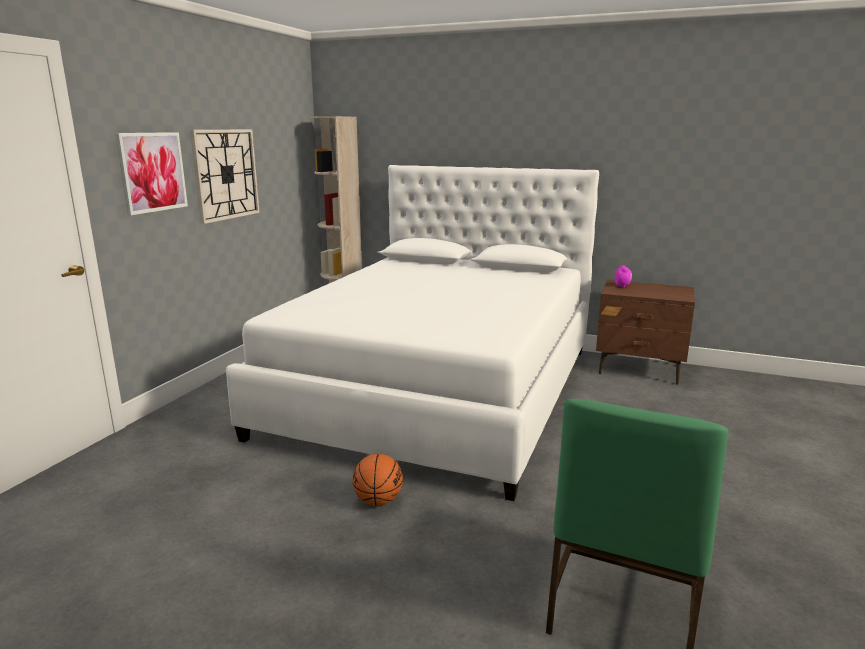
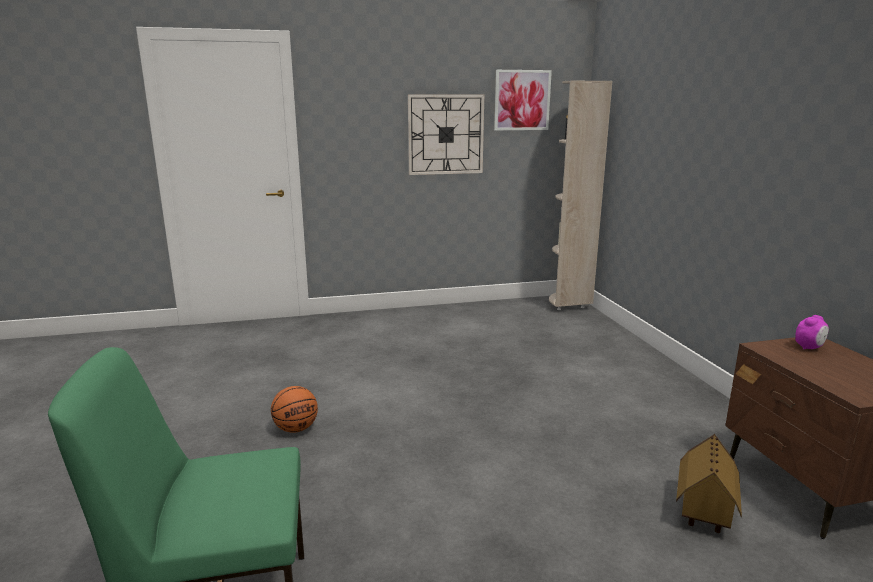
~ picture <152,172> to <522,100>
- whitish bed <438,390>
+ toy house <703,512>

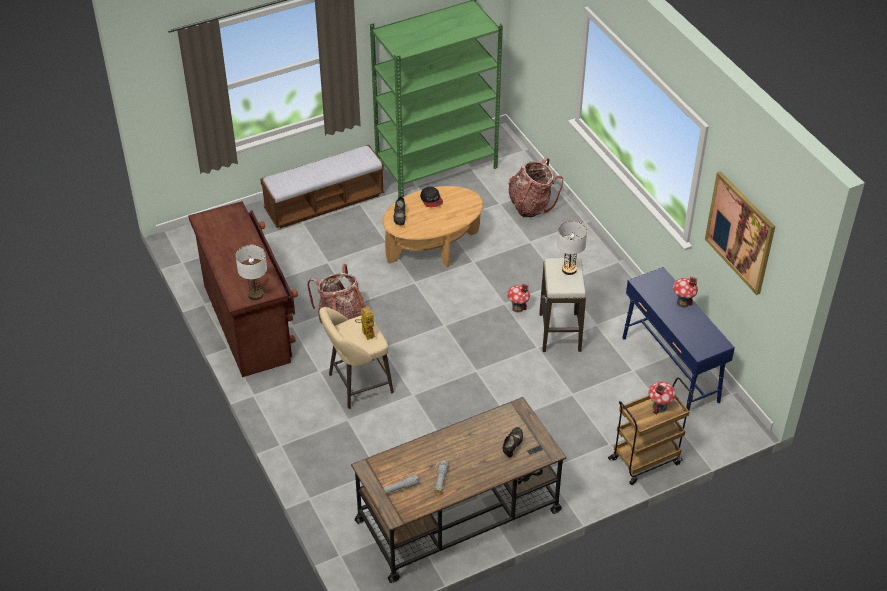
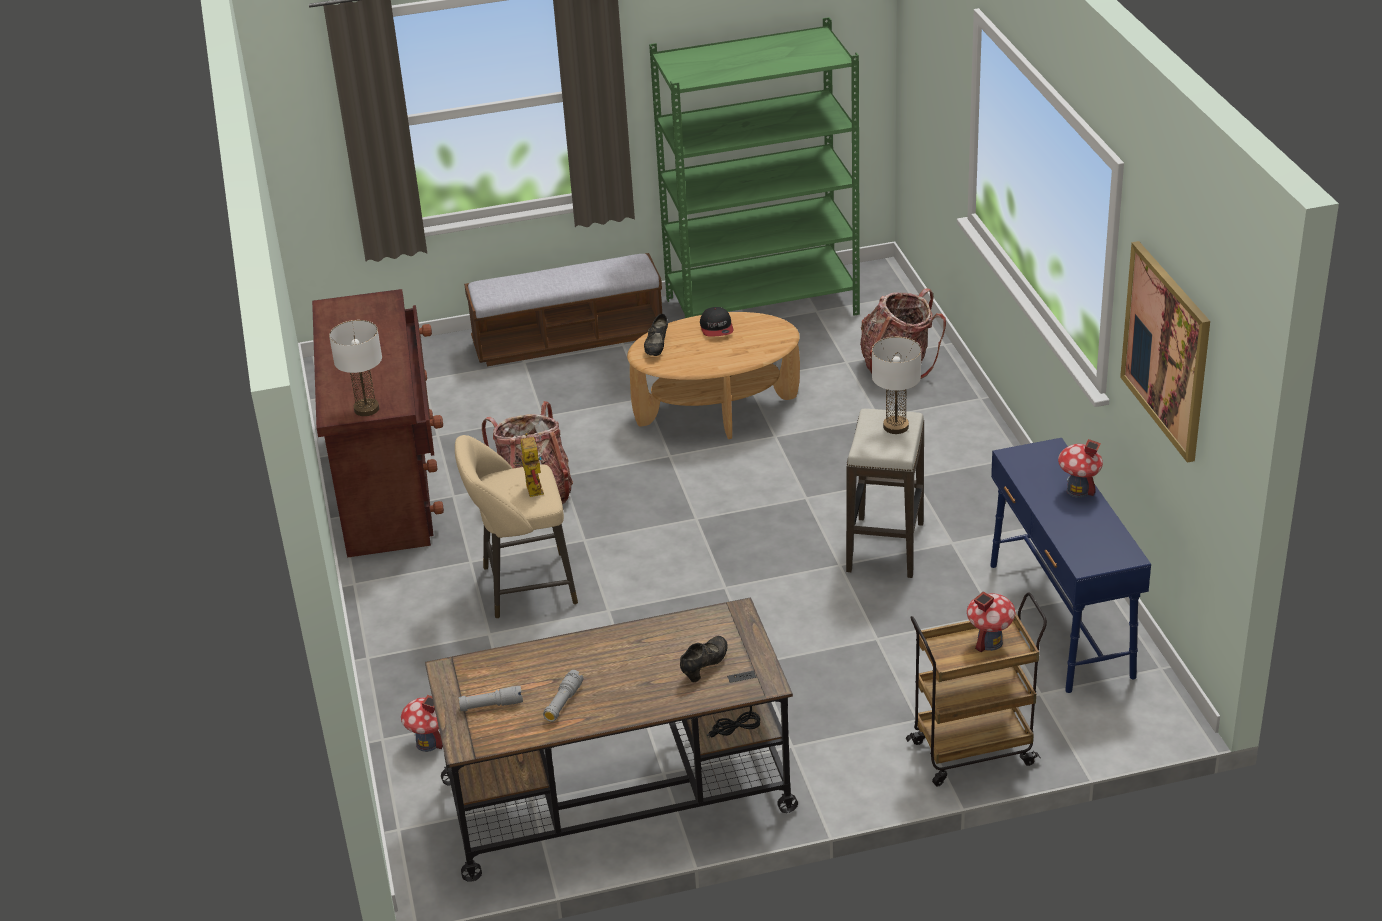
~ toy house <518,308> to <428,743>

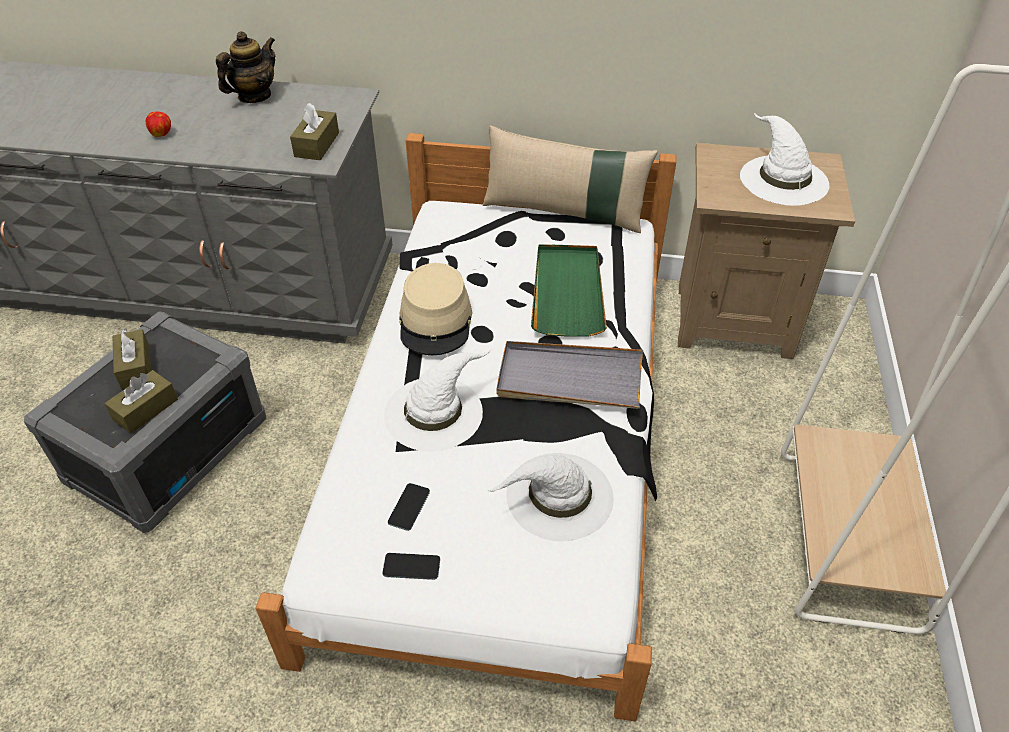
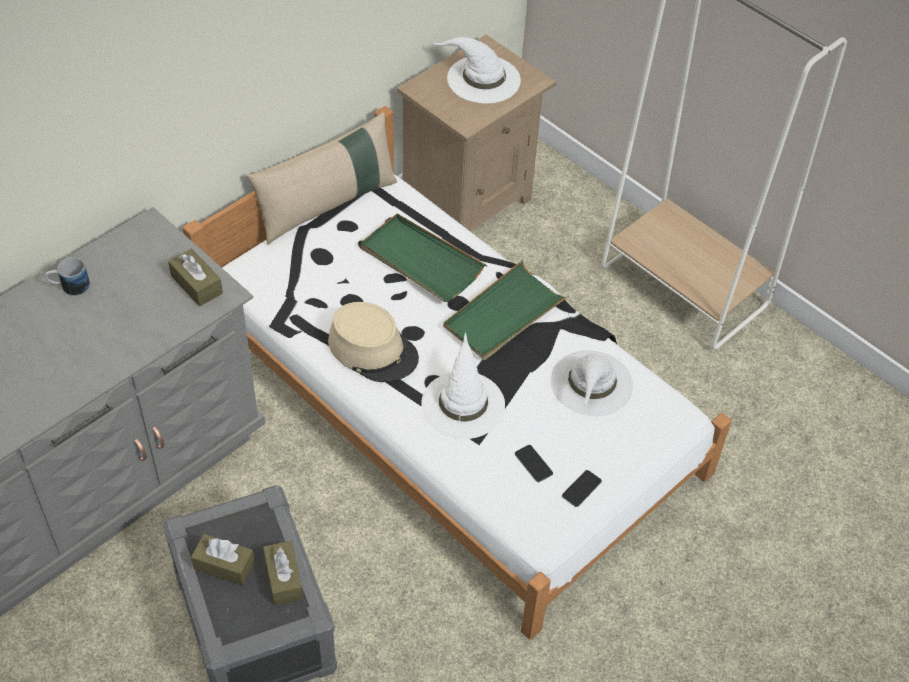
~ tea pot <254,96> to tea mug <69,286>
- apple fruit <162,134>
~ grey tray <569,379> to green tray <503,315>

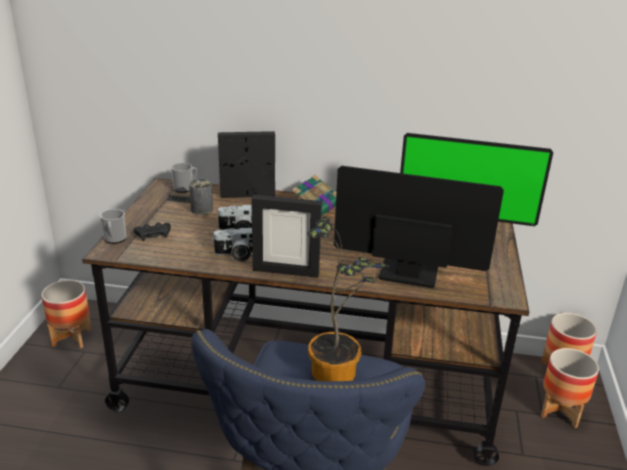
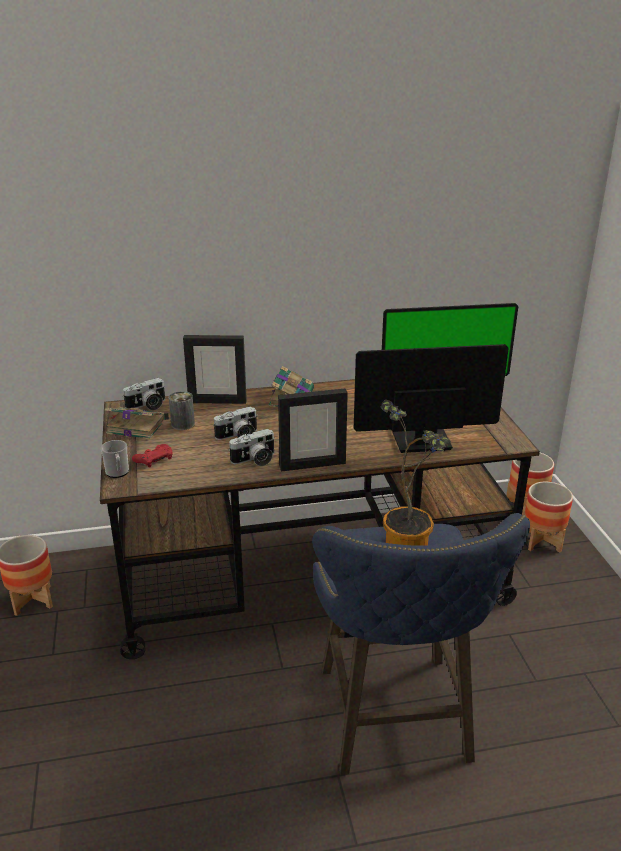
~ standing frame <247,196> = <217,401> 150 degrees counterclockwise
~ tea mug <185,188> to still camera <147,406>
~ black gamepad <153,235> to red gamepad <154,459>
+ bound book <134,427>

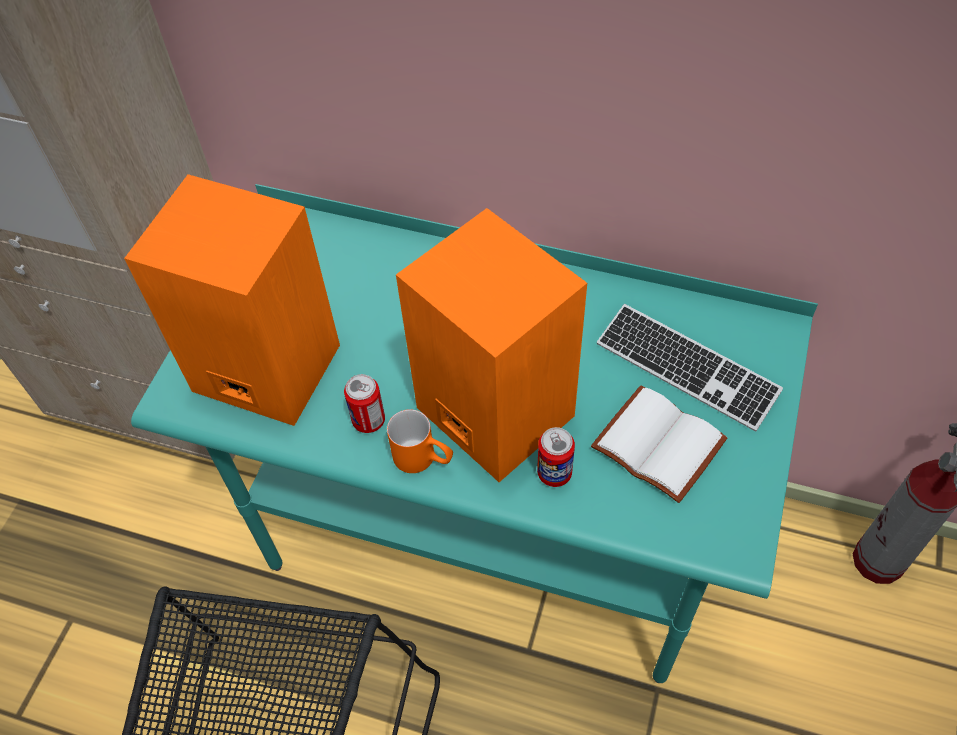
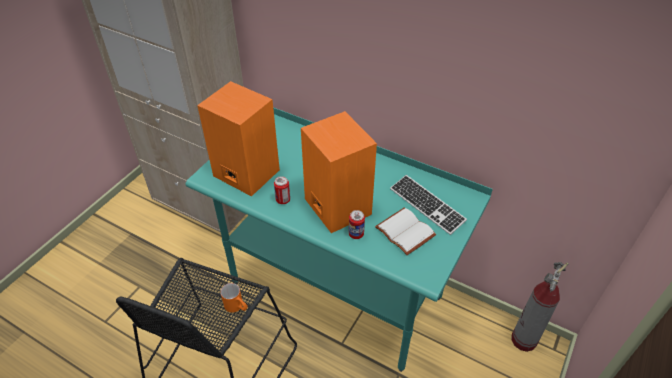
~ orange-coloured tea mug <423,459> to <237,307>

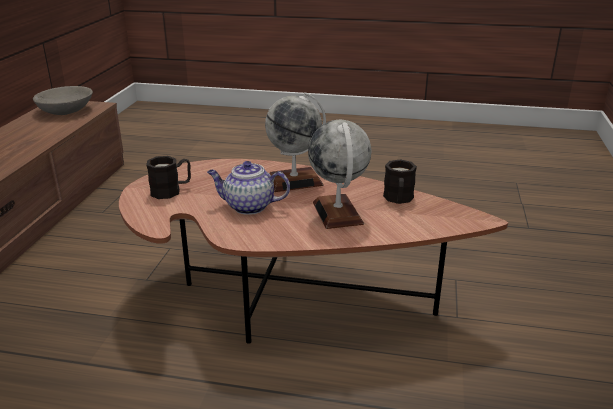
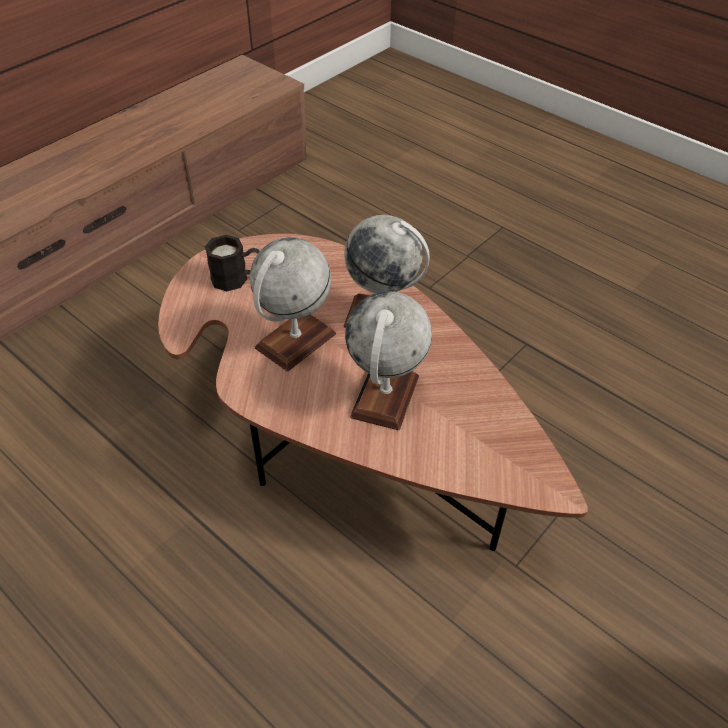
- grey serving bowl <65,110>
- black tea mug <398,199>
~ tea pot <248,206> to desk globe <295,341>

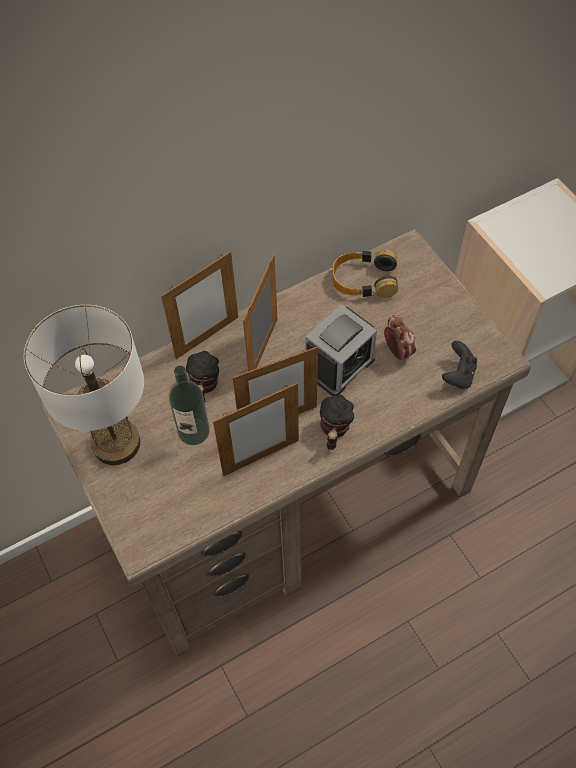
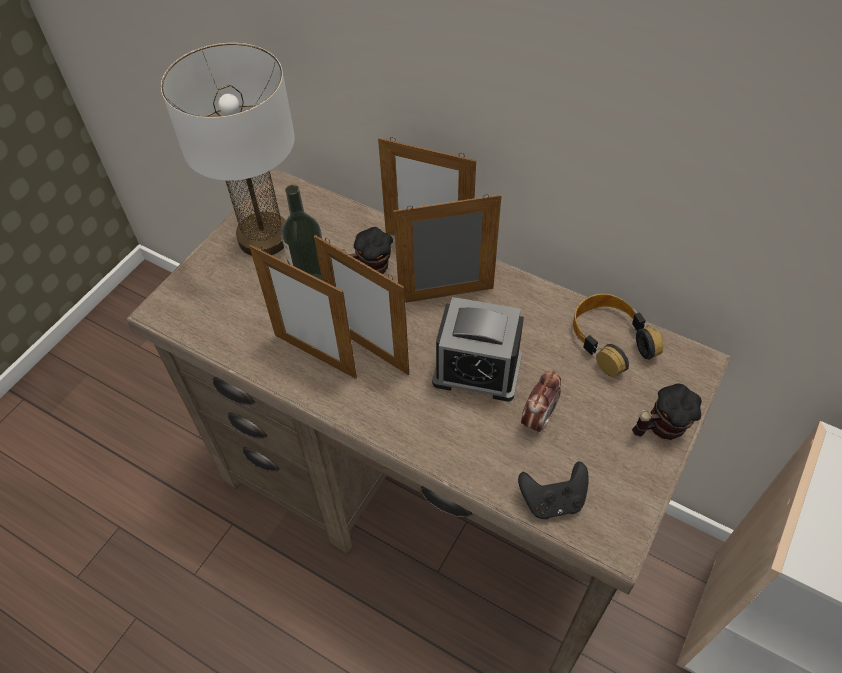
~ tea mug <334,431> to <660,428>

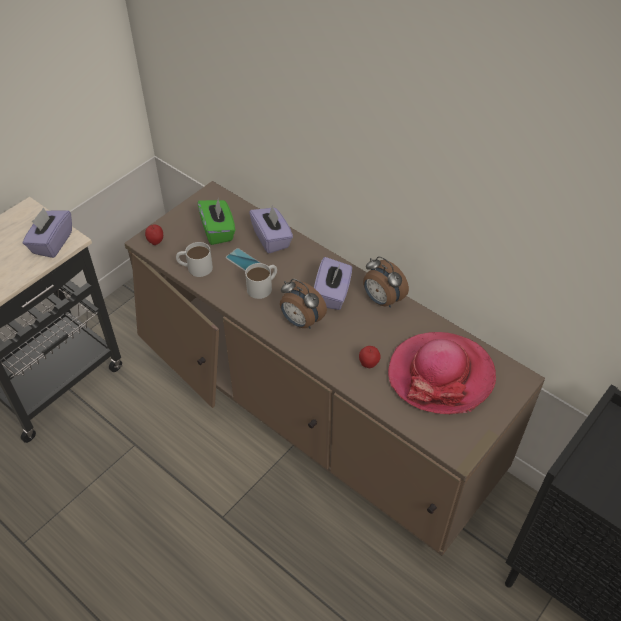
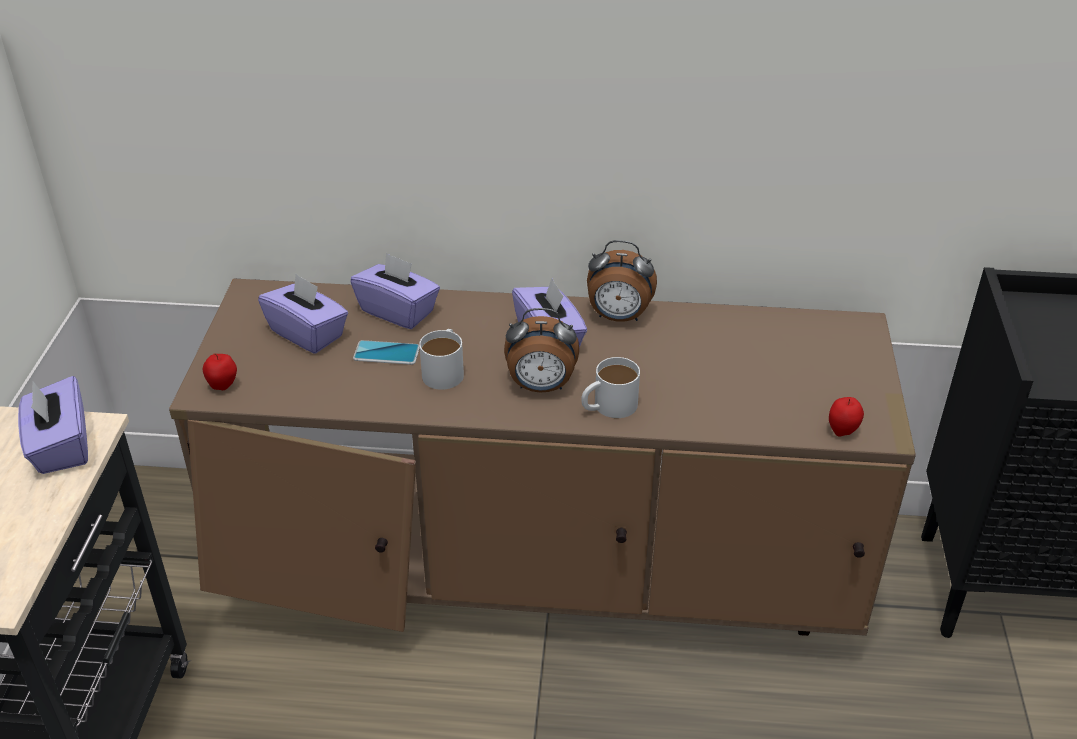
~ green tissue holder <218,231> to purple-coloured tissue holder <308,333>
~ whitish tea mug <195,267> to <608,406>
- hat <441,375>
~ apple fruit <368,364> to <842,431>

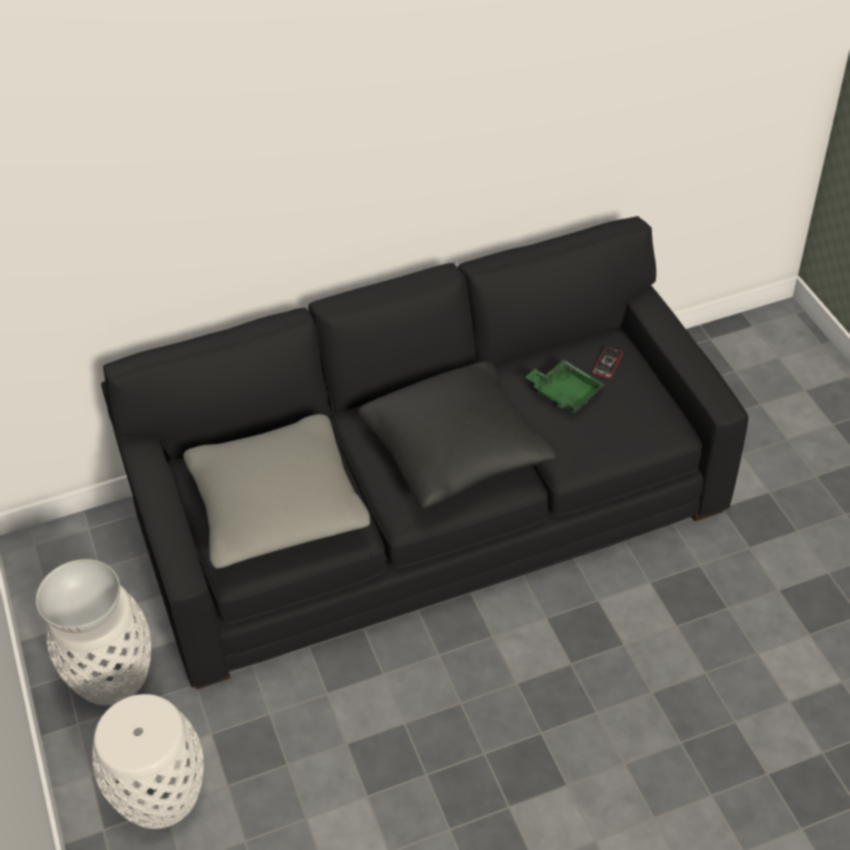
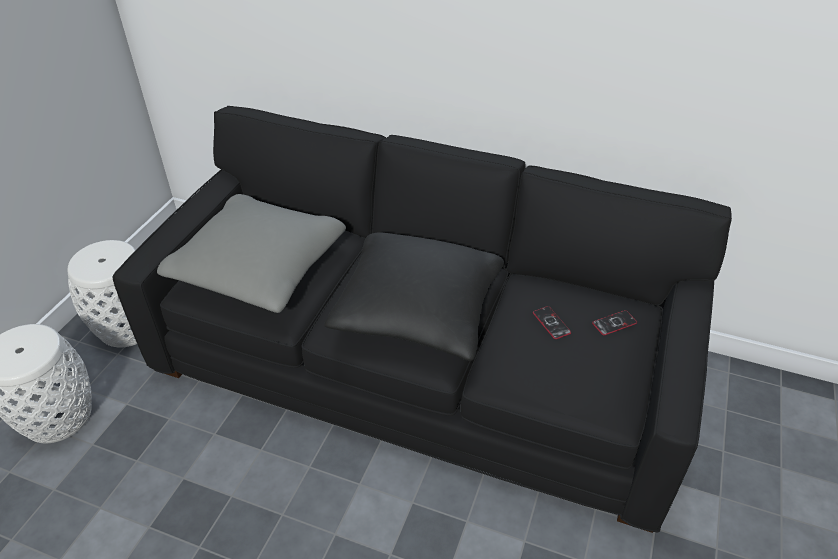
~ green tray <565,393> to phone <551,323>
- whitish serving bowl <86,613>

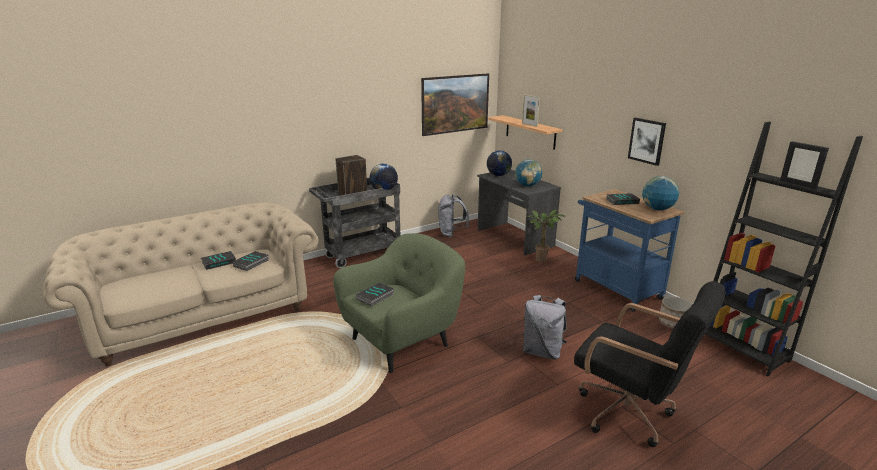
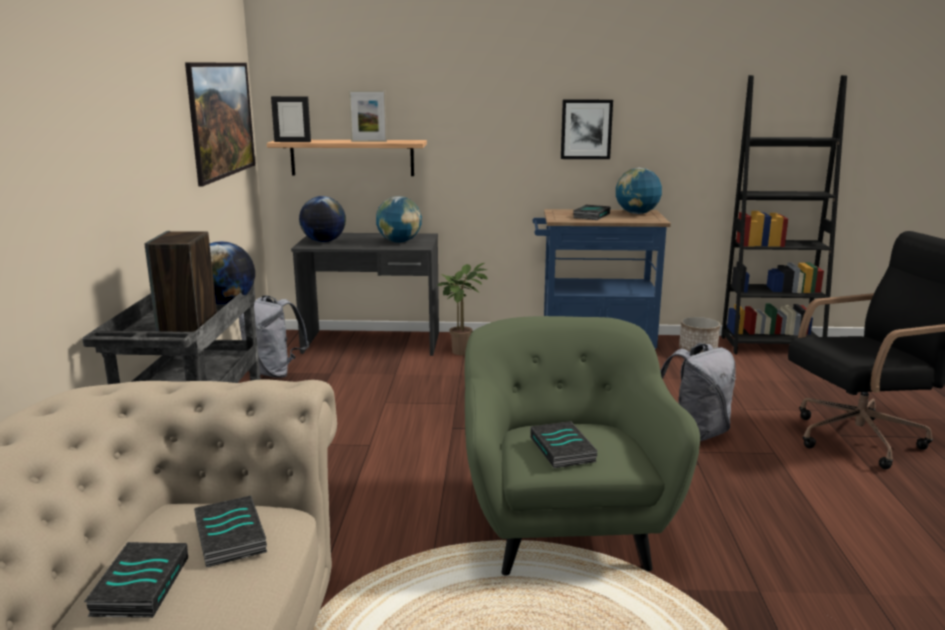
~ standing frame <798,184> to <292,141>

